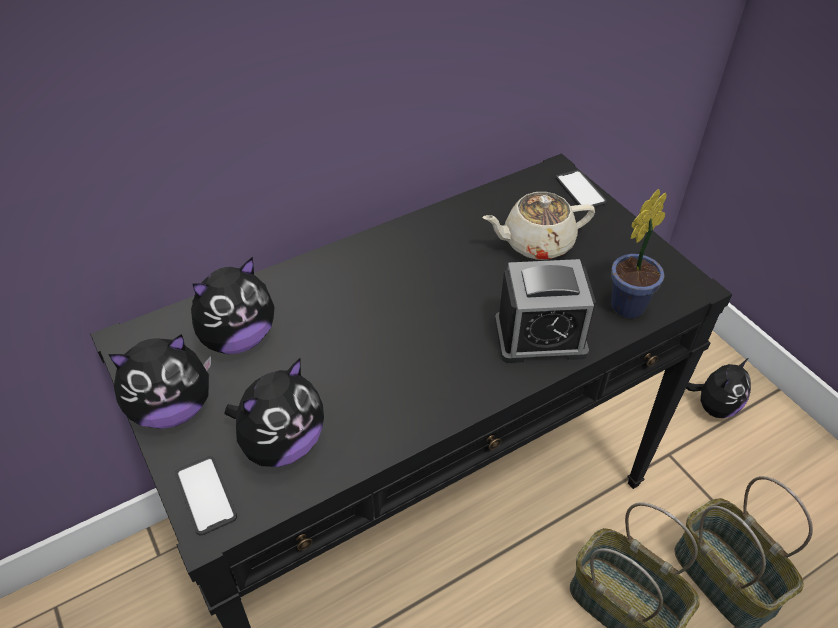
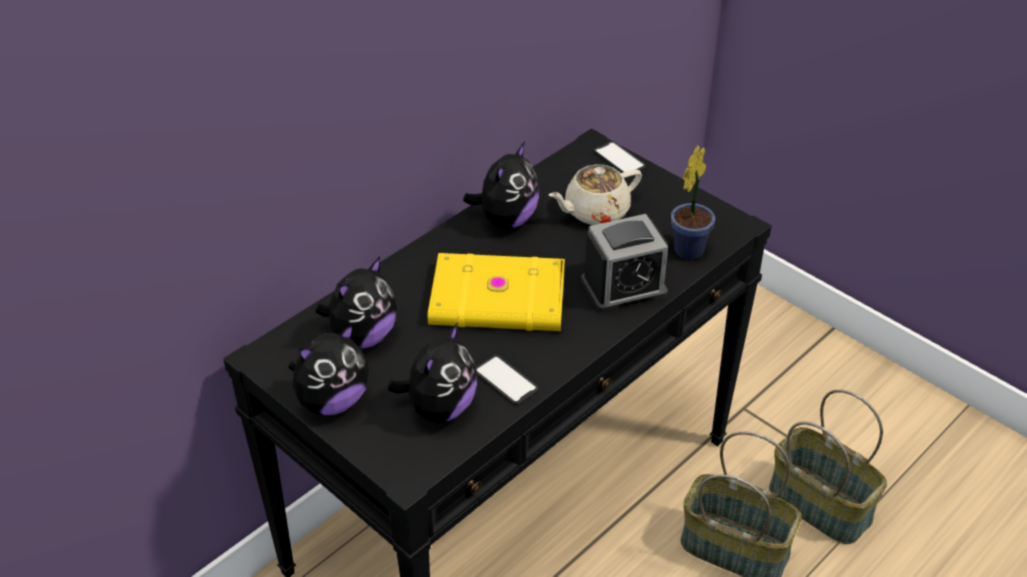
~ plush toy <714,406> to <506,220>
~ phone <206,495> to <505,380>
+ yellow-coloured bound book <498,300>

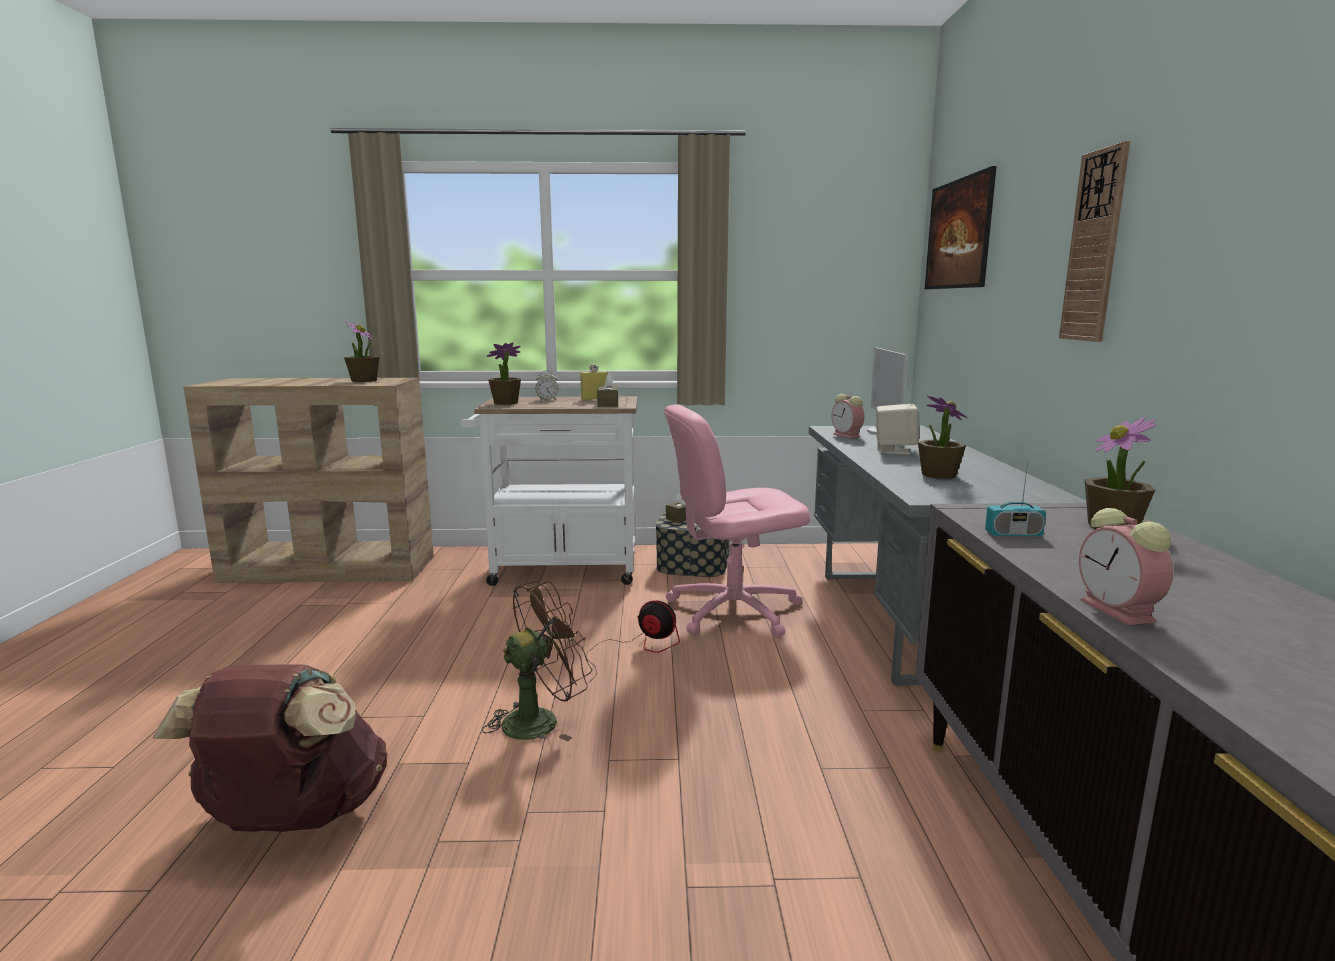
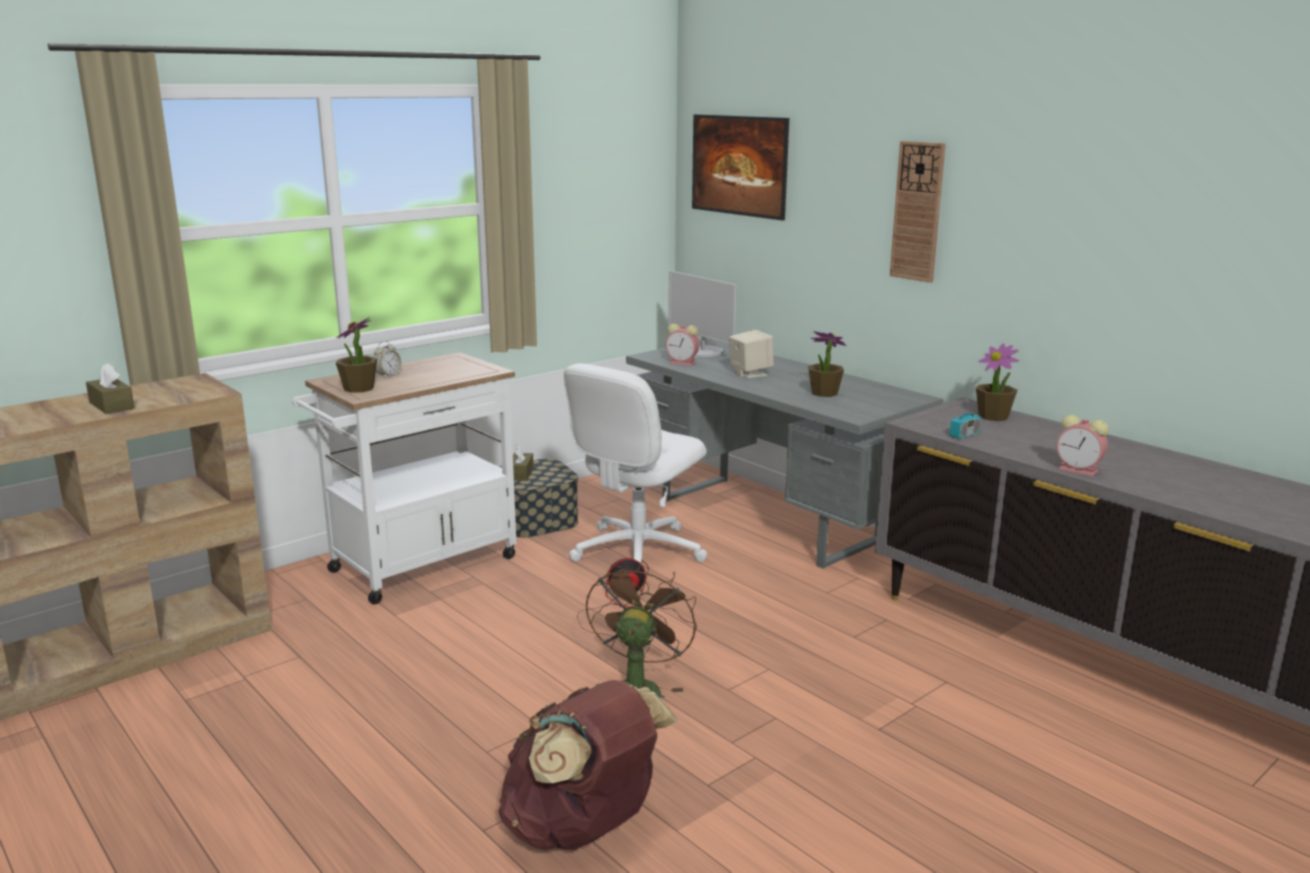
- plant in a pot <364,380>
- yellow-coloured drink bottle <594,399>
~ brownish tissue holder <608,404> to <111,405>
~ pink-coloured office chair <733,610> to whitish office chair <637,551>

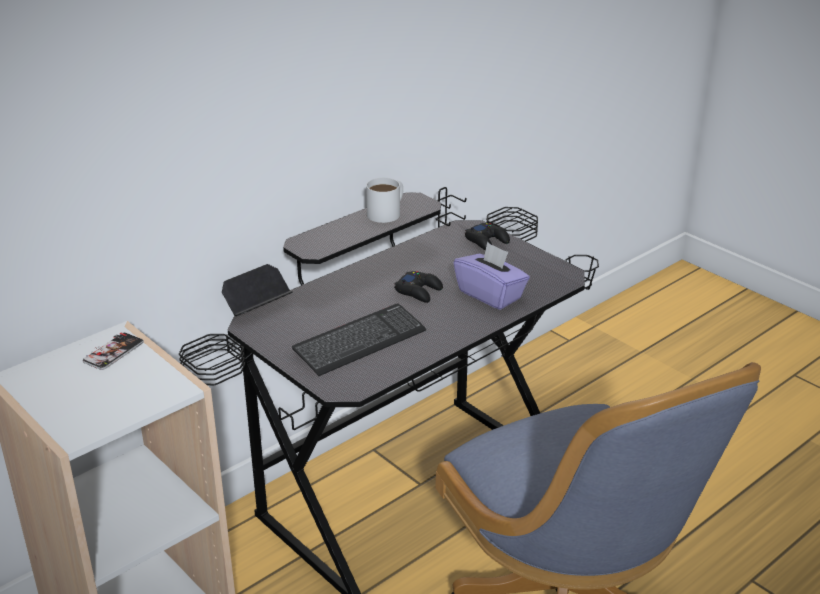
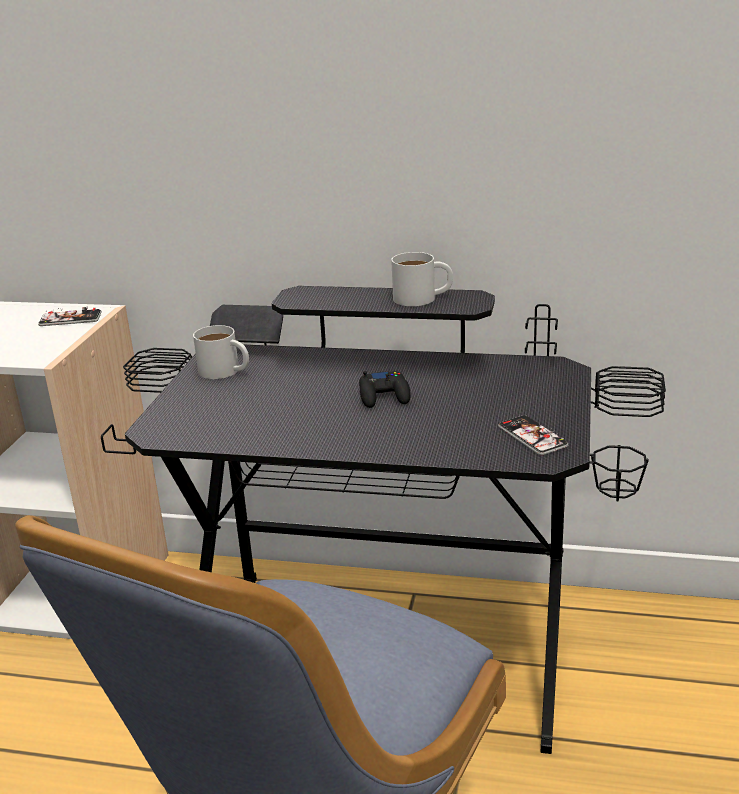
- black gamepad <487,241>
- purple-coloured tissue holder <490,295>
- PC keyboard <360,342>
+ whitish tea mug <225,371>
+ phone <532,436>

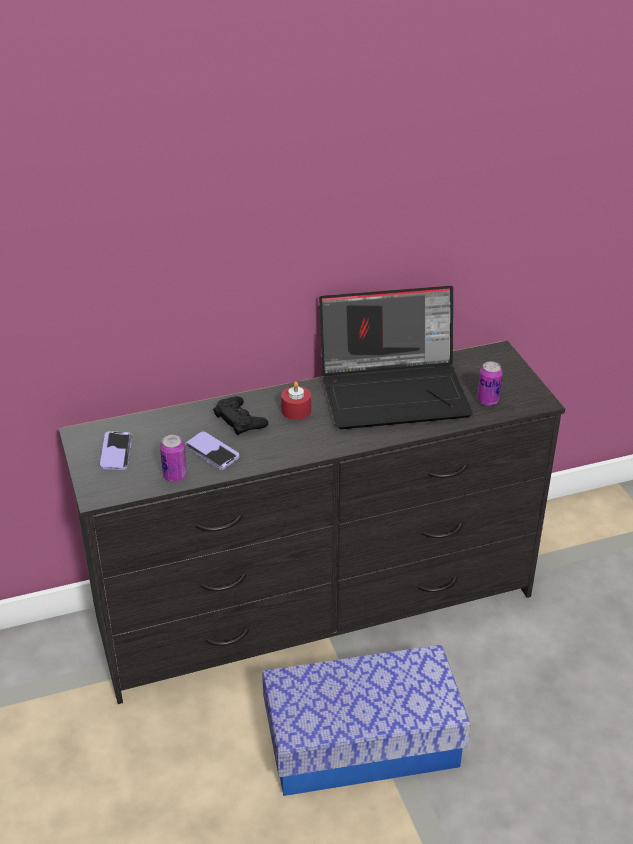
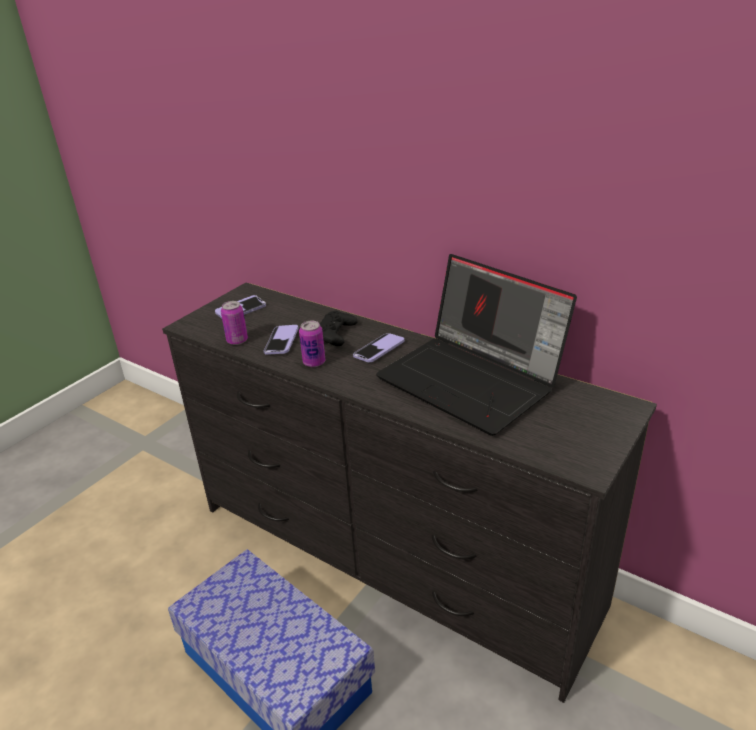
~ sealed can <487,400> to <314,362>
~ red wax candle <296,410> to phone <379,349>

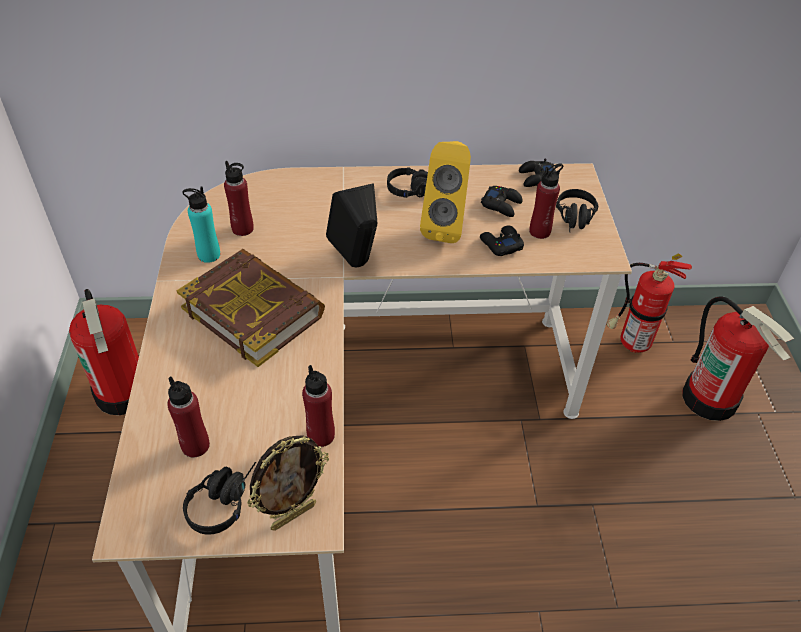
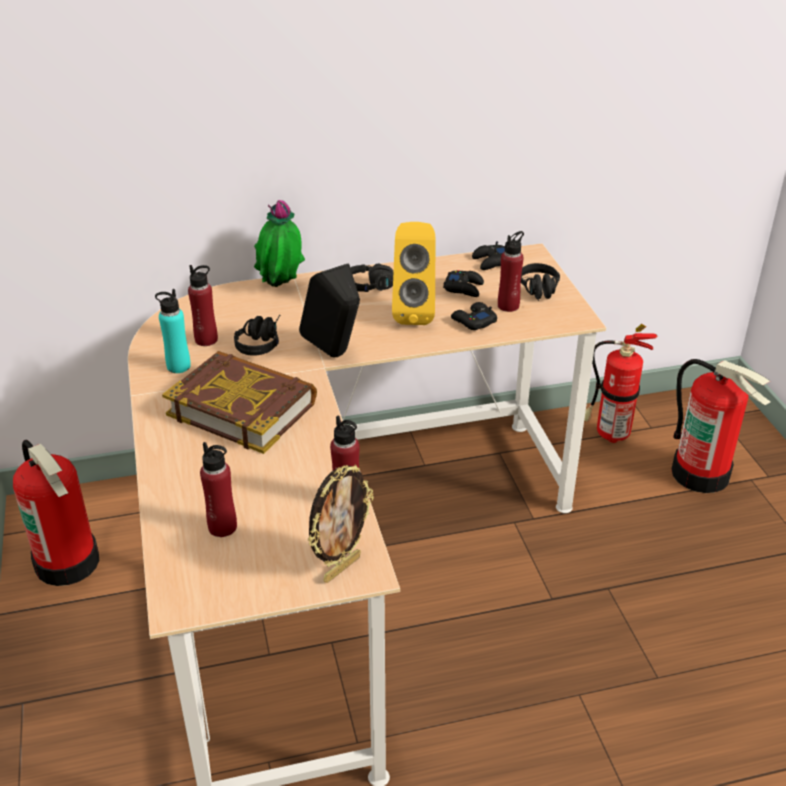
~ black headset <223,500> to <261,341>
+ plant in a pot <281,287>

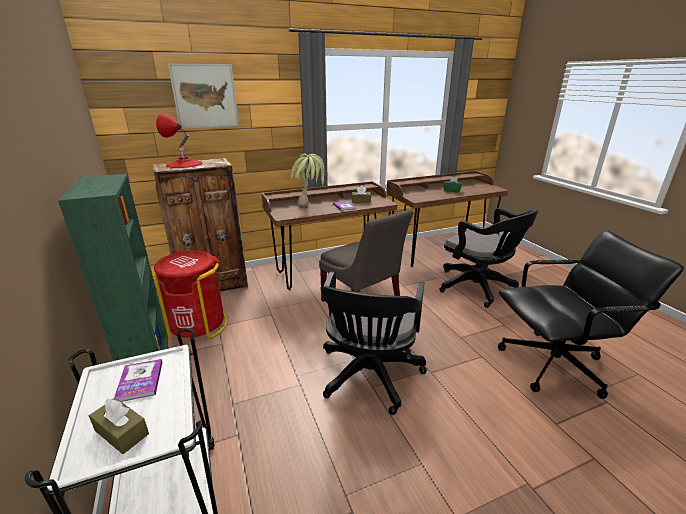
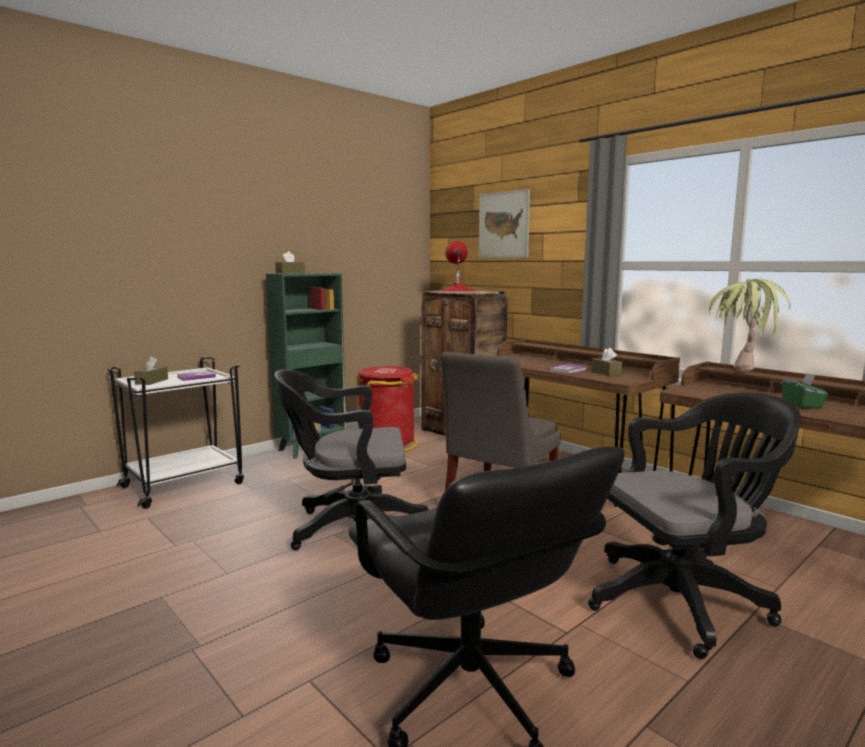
~ plant in a pot <310,209> to <740,375>
~ black office chair <478,288> = <684,600> 135 degrees counterclockwise
+ brownish tissue holder <290,273>

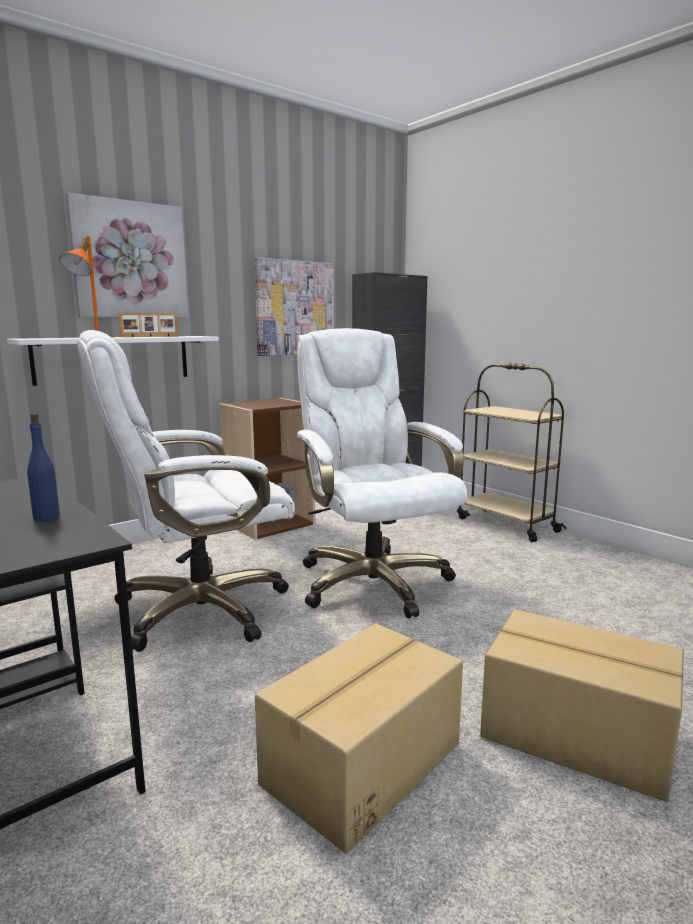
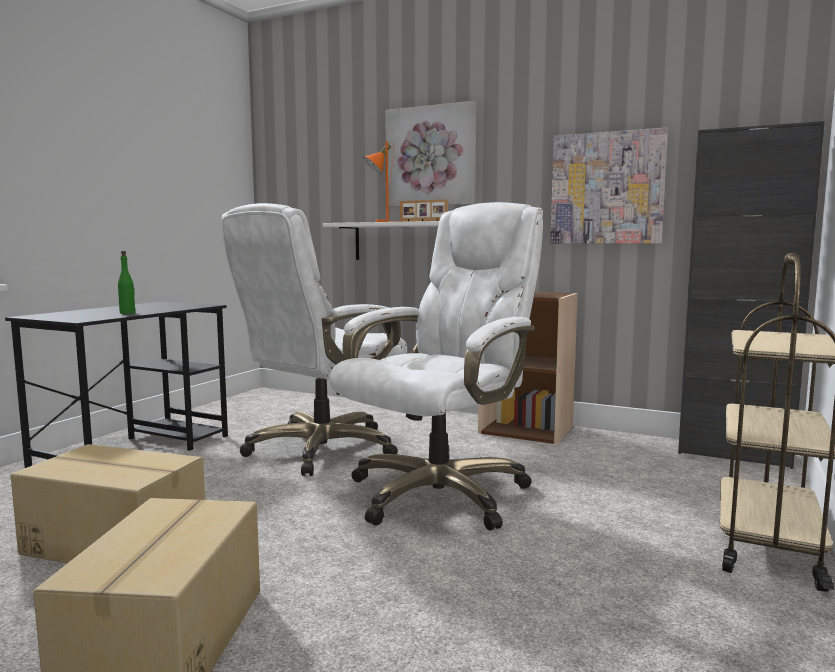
~ whitish office chair <201,609> = <322,448> 90 degrees counterclockwise
~ blue drink bottle <47,517> to green drink bottle <127,313>

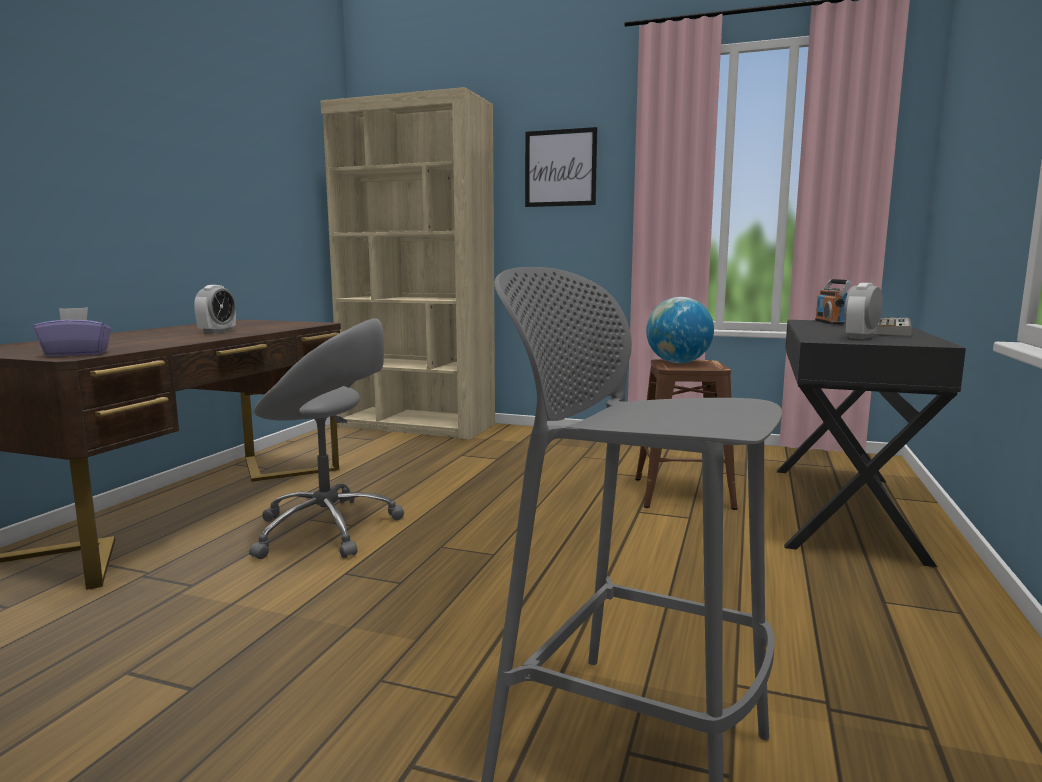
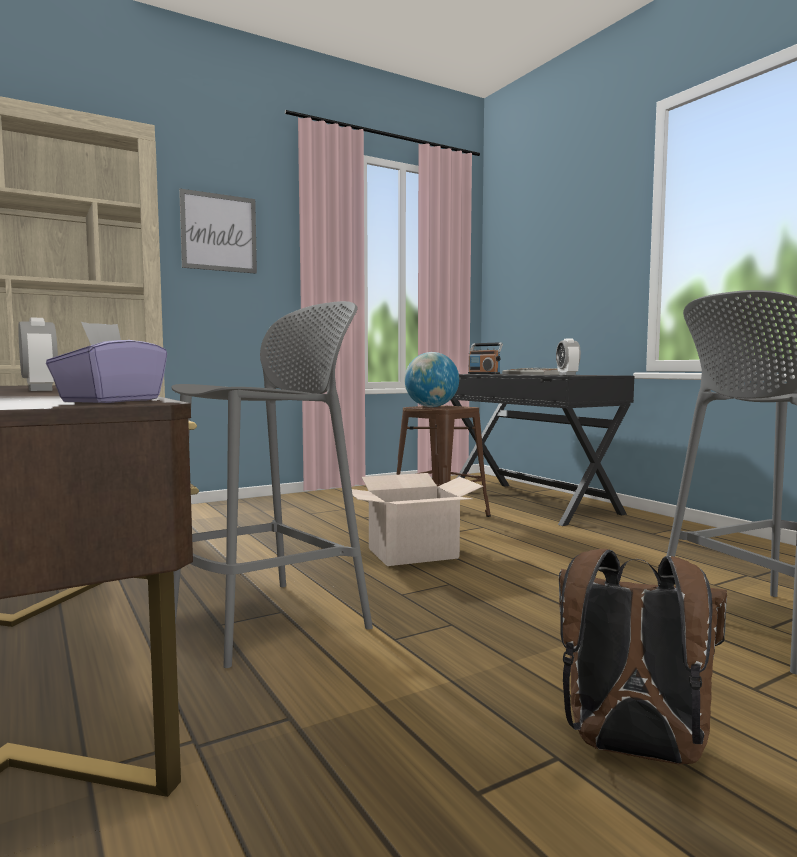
~ grey office chair <329,529> to grey stool seat <270,622>
+ packing box <413,553>
+ brownish knapsack <631,750>

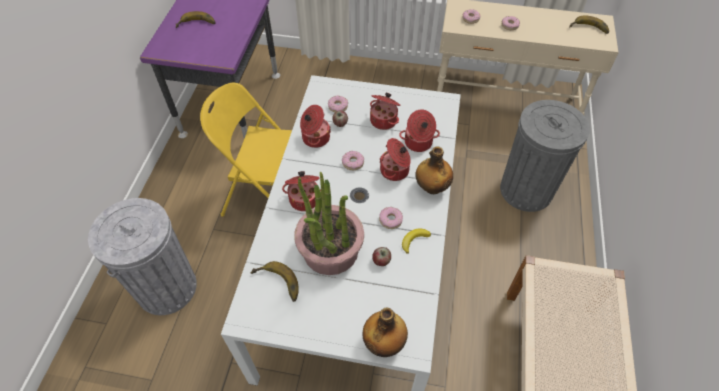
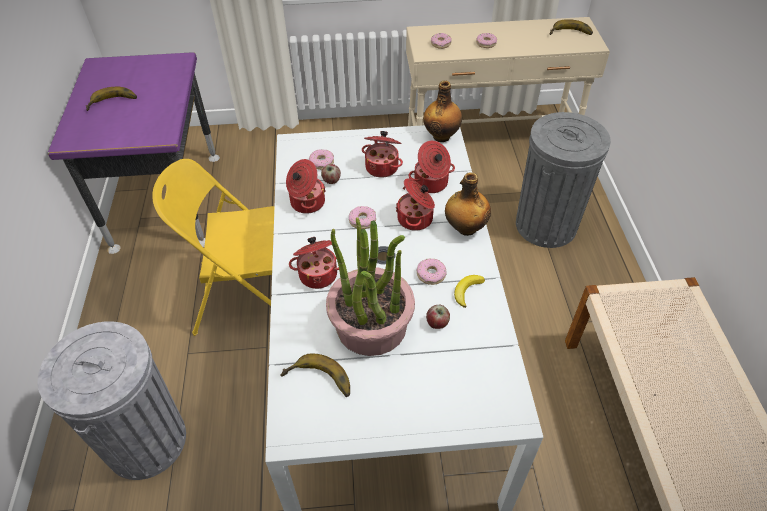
~ drink bottle <384,342> to <441,136>

